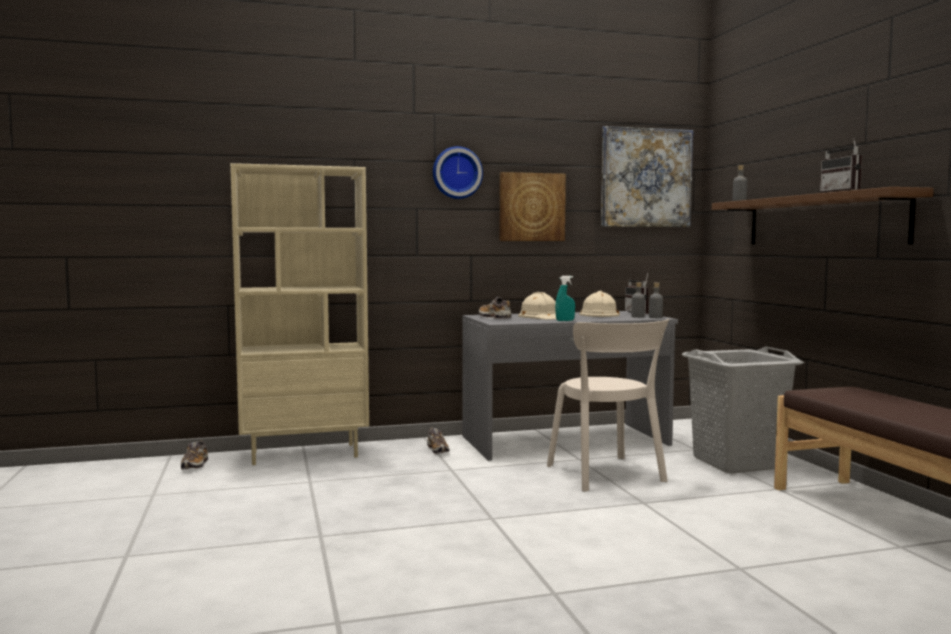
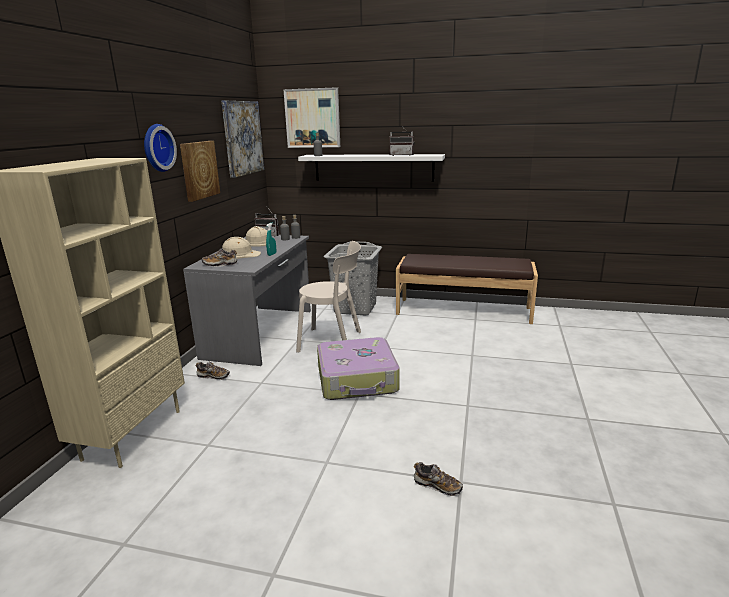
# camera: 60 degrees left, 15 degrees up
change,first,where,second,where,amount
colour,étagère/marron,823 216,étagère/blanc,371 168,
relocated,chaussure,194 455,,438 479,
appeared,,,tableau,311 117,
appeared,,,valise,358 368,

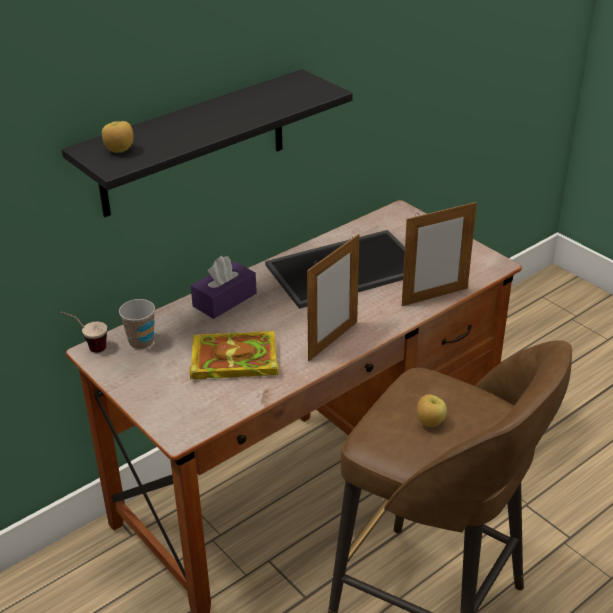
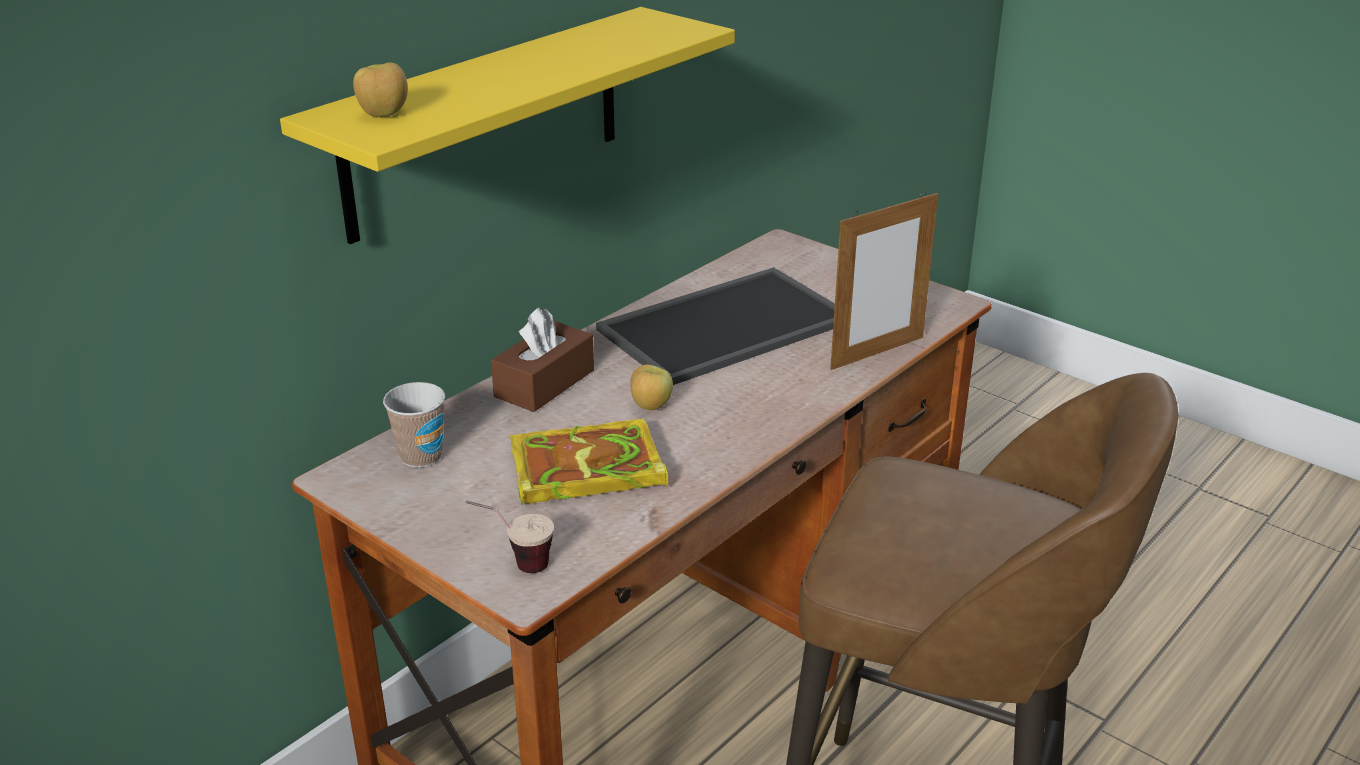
# camera: 10 degrees left, 5 degrees down
change,first,where,second,where,amount
colour,étagère/noir,207 143,étagère/jaune,507 125,
missing,cadre photo,333 297,,,
colour,boîte à mouchoirs/violet,224 287,boîte à mouchoirs/marron,542 359,
relocated,tasse,84 332,,509 537,
relocated,pomme,432 411,,651 387,

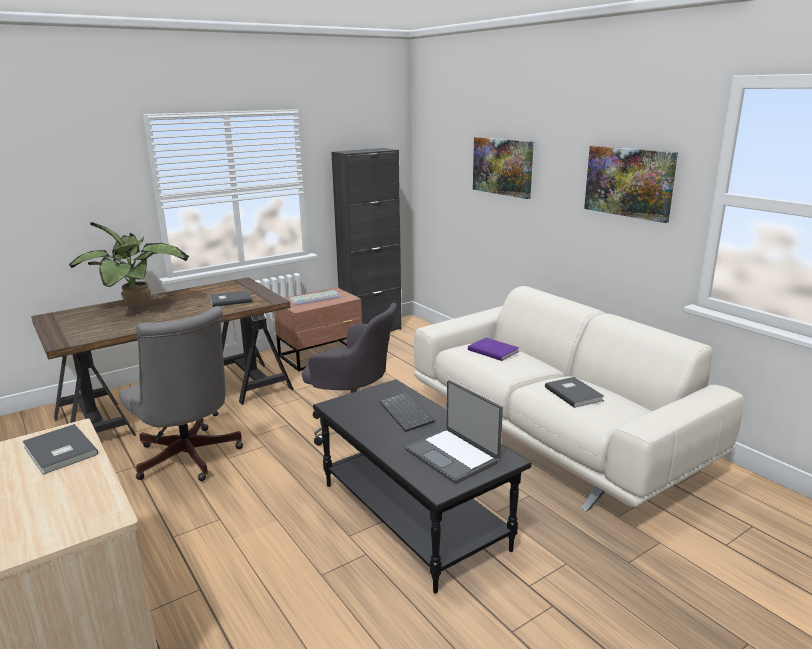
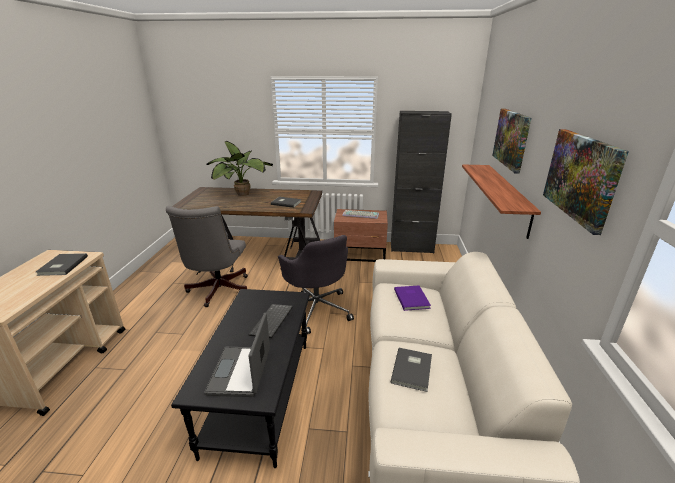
# camera: 40 degrees right, 5 degrees up
change,first,where,second,where,amount
appeared,,,étagère,501 201,

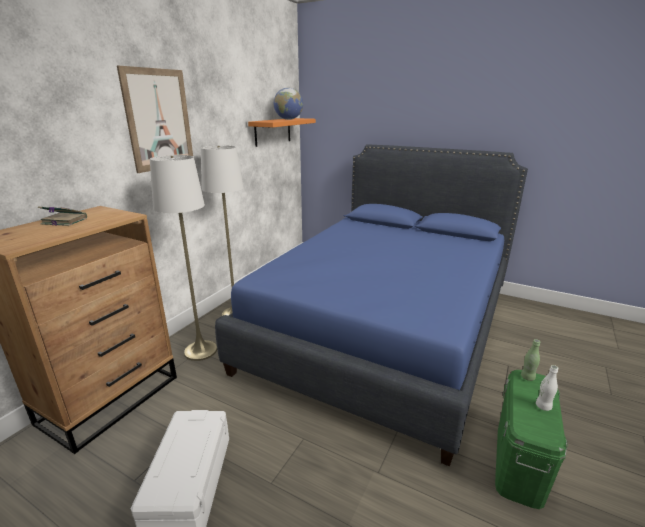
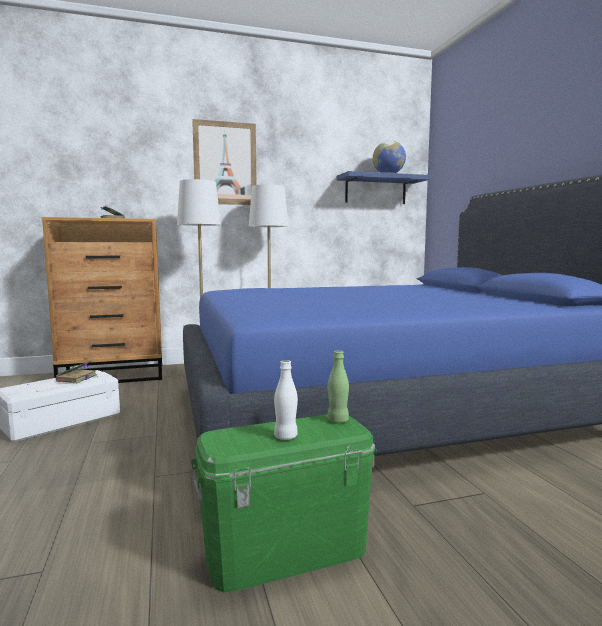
# camera: 45 degrees right, 15 degrees down
change,first,where,second,where,amount
colour,étagère/orange,282 132,étagère/bleu,383 187,
appeared,,,livre,76 371,

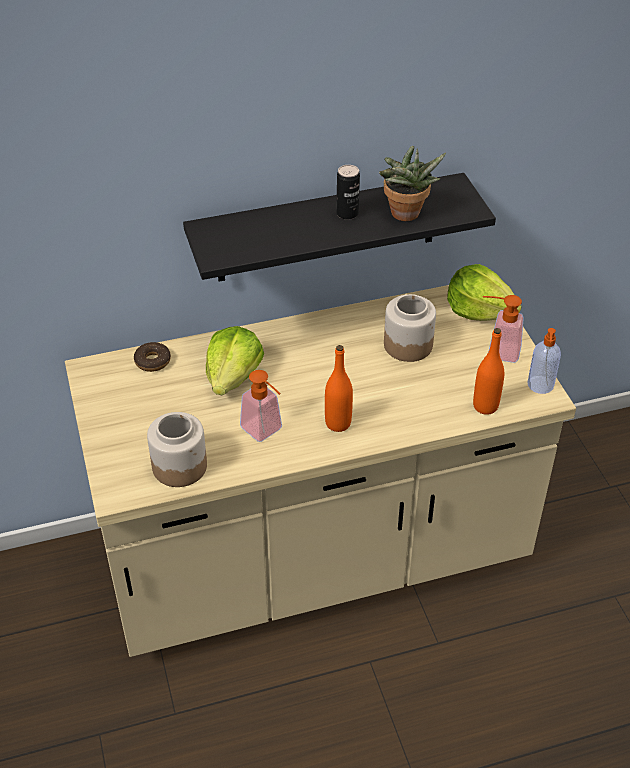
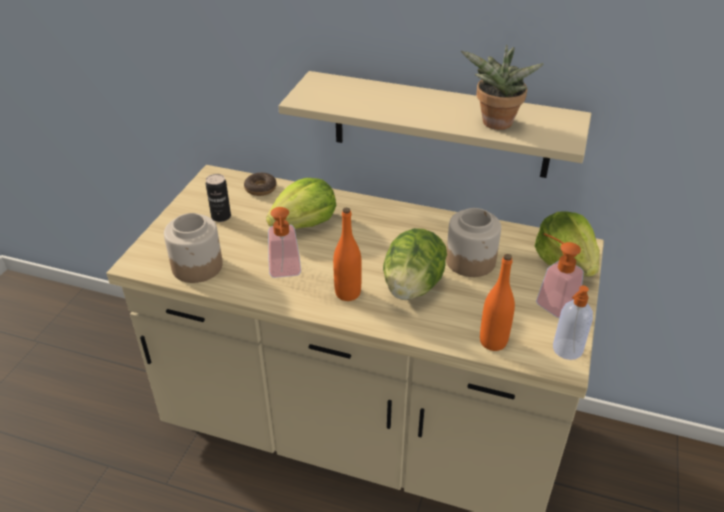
# camera: 35 degrees right, 5 degrees down
change,first,where,second,where,amount
relocated,boîte métallique,348 192,,218 198,
colour,étagère/noir,339 227,étagère/beige,435 124,
appeared,,,laitue,415 264,

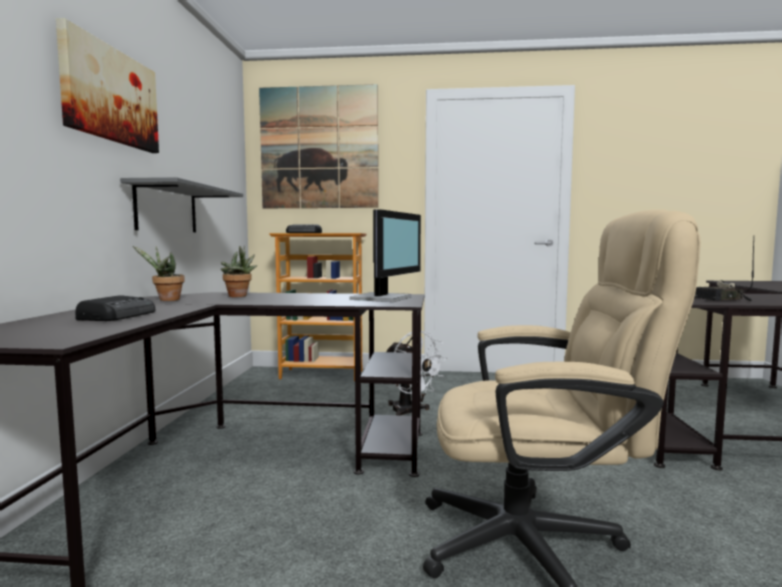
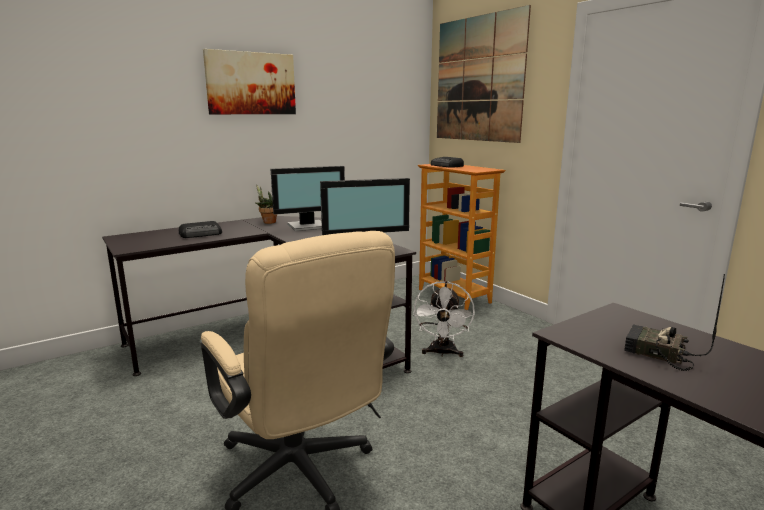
# camera: 50 degrees right, 10 degrees up
change,first,where,second,where,amount
missing,étagère/gris,181 204,,,
exchanged,plante en pot,239 271,écran d'ordinateur,308 198,

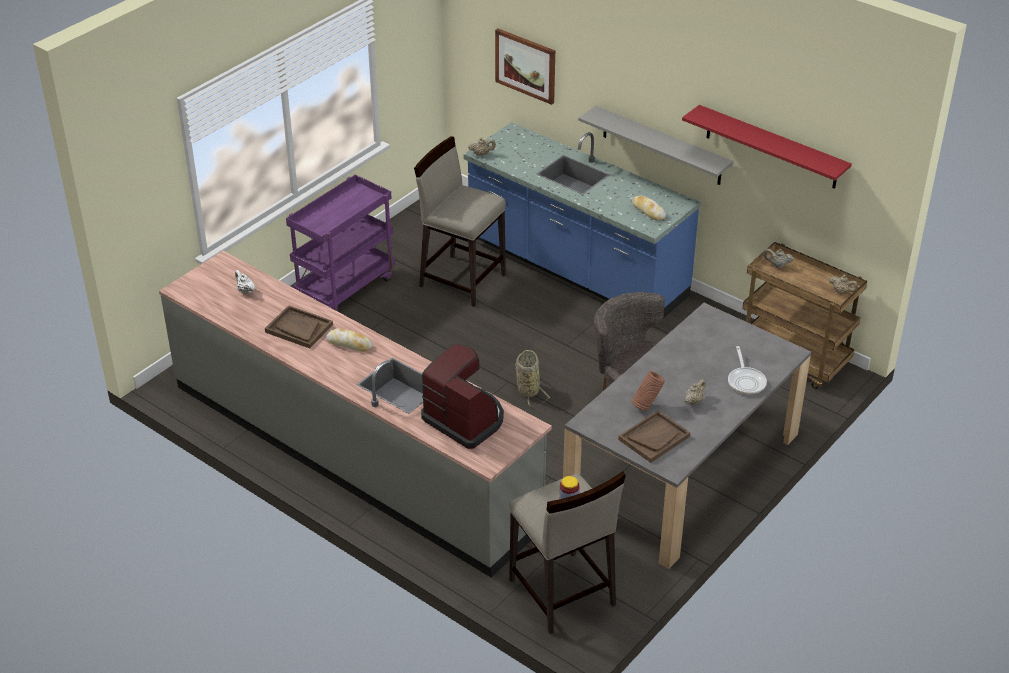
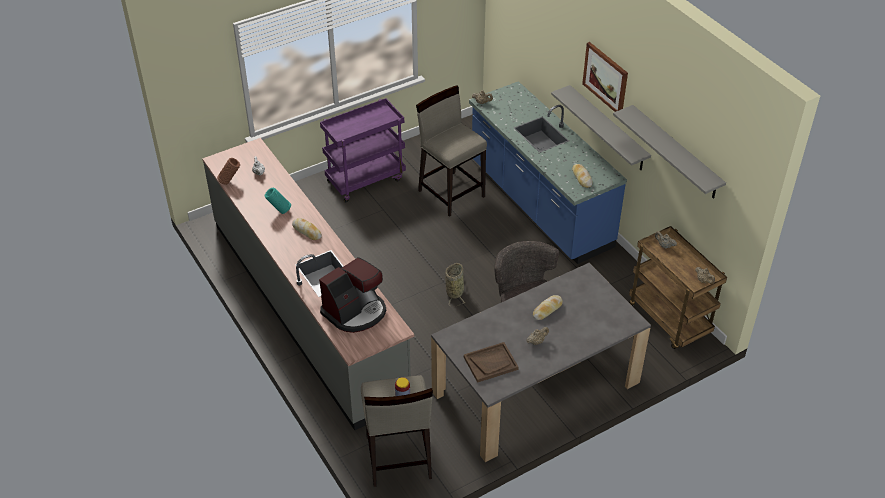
# camera: 20 degrees right, 5 degrees up
change,first,where,second,where,amount
relocated,tableau,525 66,,605 77,
colour,étagère/rouge,767 147,étagère/gris,669 152,
exchanged,plateau/marron,299 326,vase/turquoise,278 201,
spun,machine à café,462 396,,352 295,75 degrees clockwise
missing,poêle,747 370,,,
relocated,vase/marron,648 391,,228 171,
appeared,,,pain,548 307,

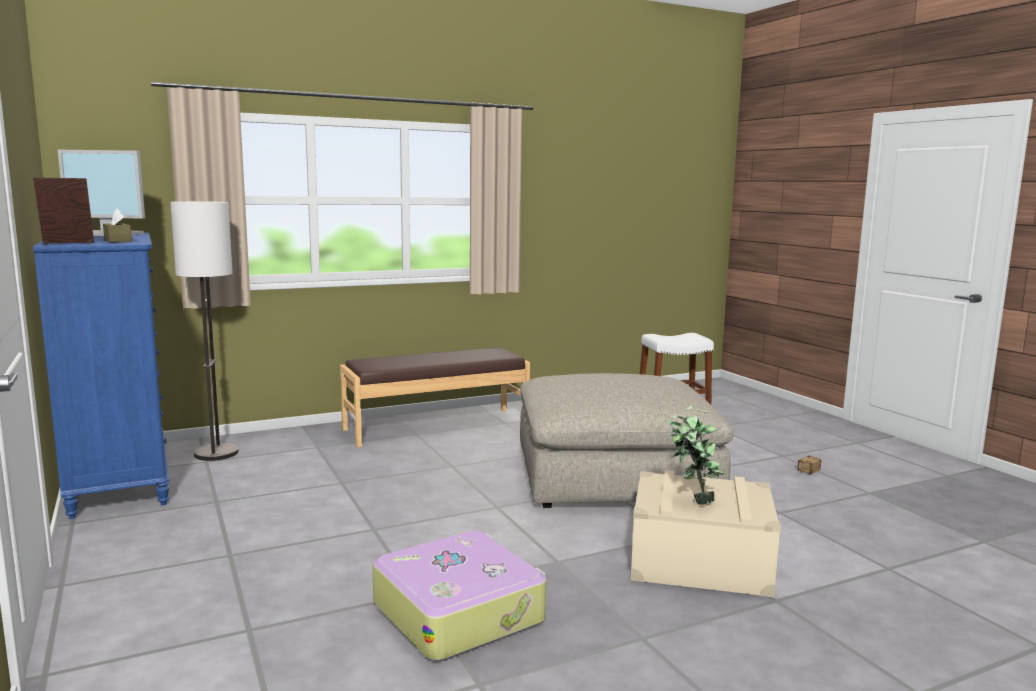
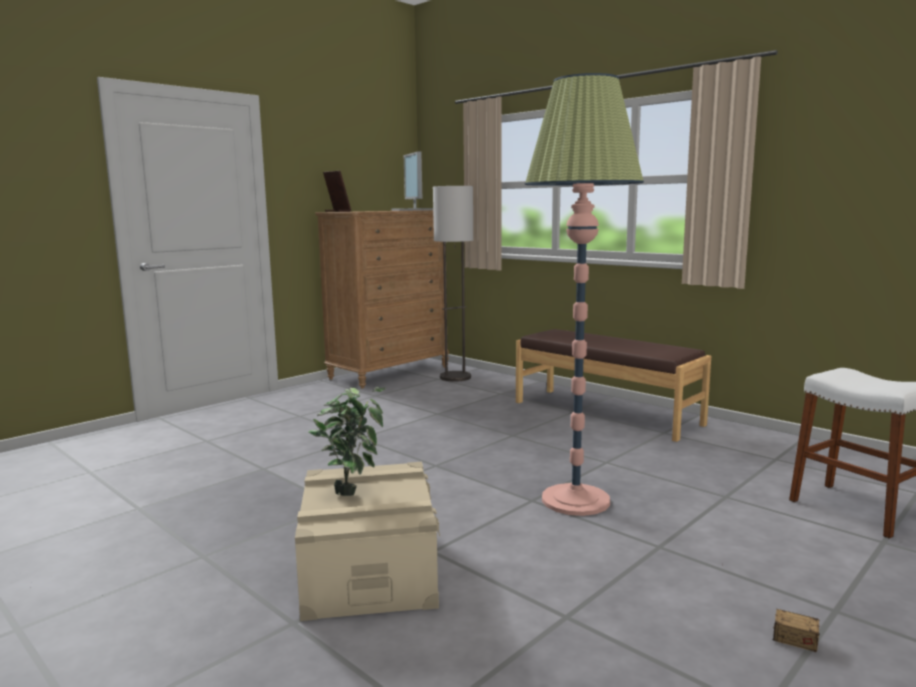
# camera: 70 degrees right, 0 degrees up
change,first,where,second,where,amount
missing,boîte à mouchoirs/marron,117 225,,,
colour,commode/bleu,101 376,commode/marron,382 299,
exchanged,pouf/beige,626 440,lampadaire,584 294,
missing,valise,459 596,,,

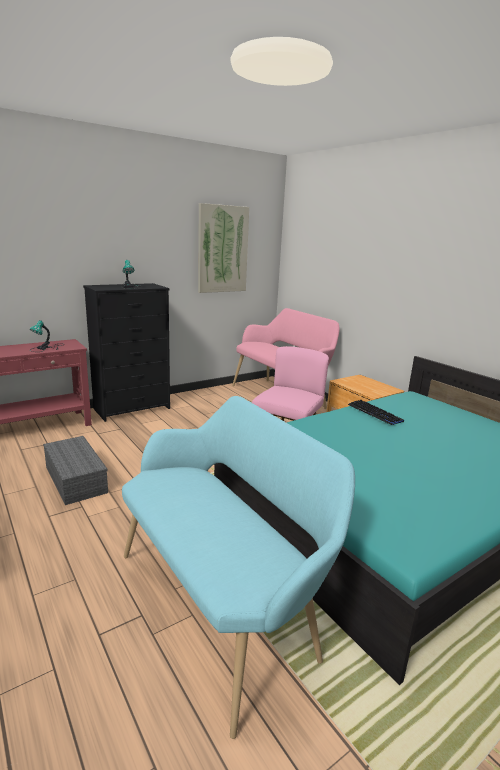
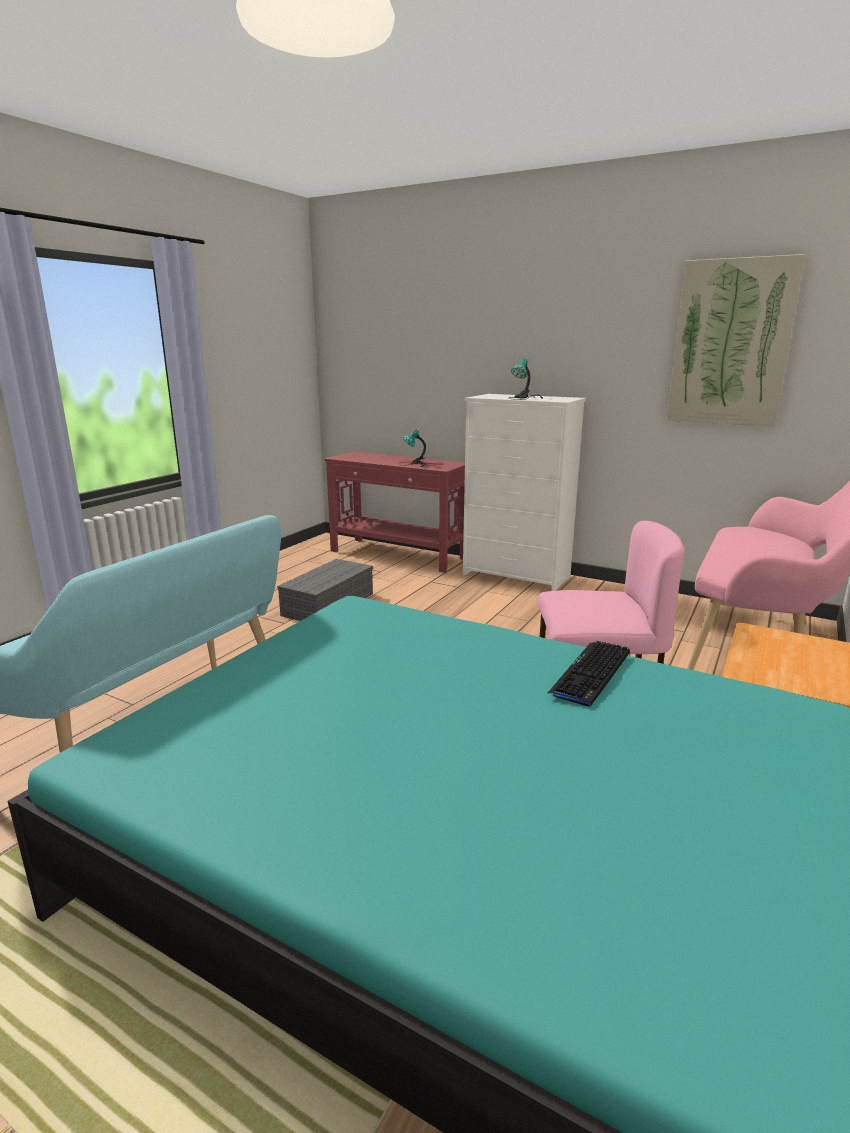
# camera: 65 degrees right, 0 degrees up
change,first,where,second,where,amount
colour,commode/noir,126 352,commode/blanc,524 492,

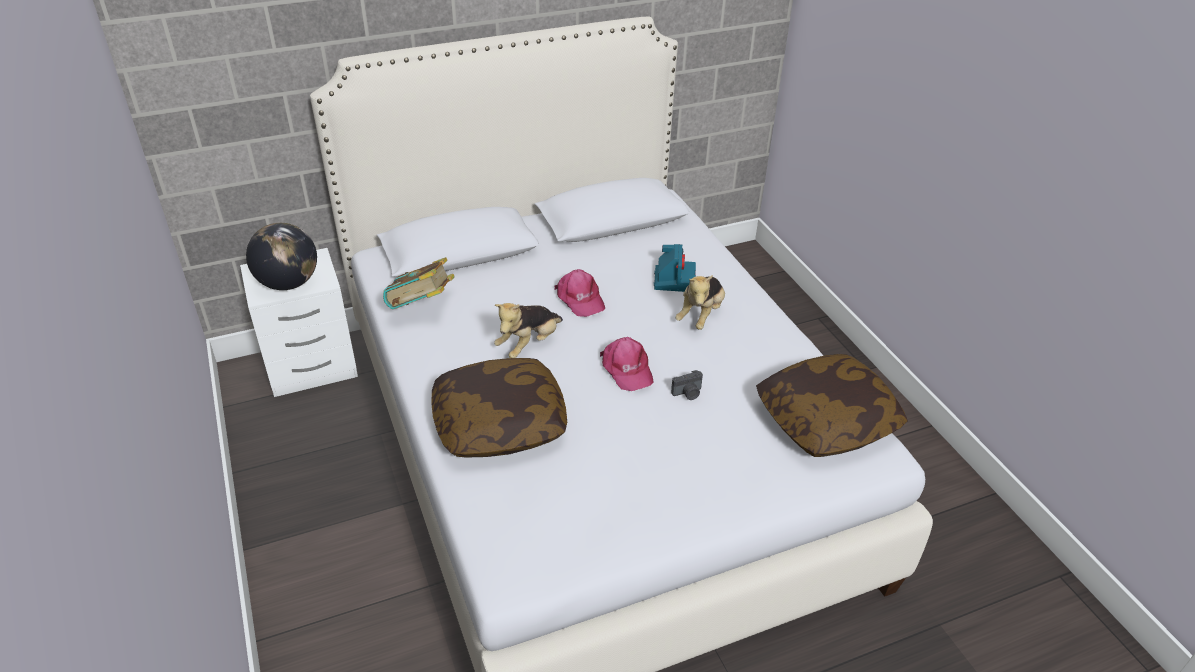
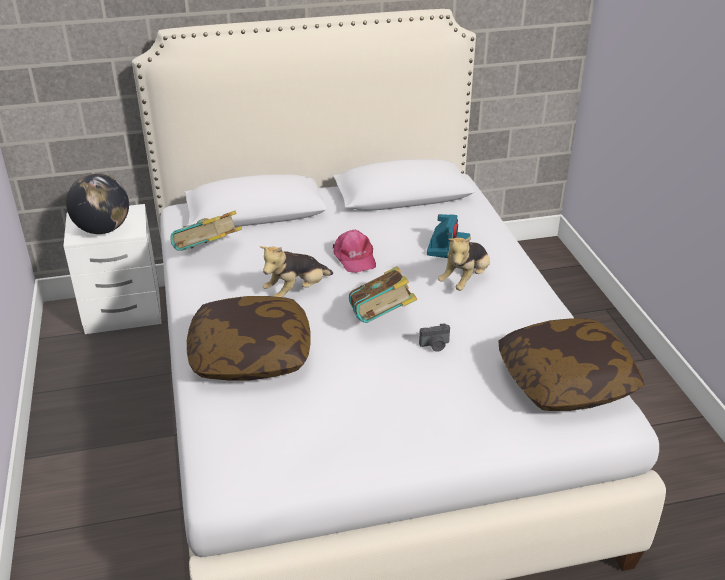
# camera: 10 degrees right, 5 degrees down
change,first,where,second,where,amount
exchanged,casquette/rose,627 364,livre,383 294,

